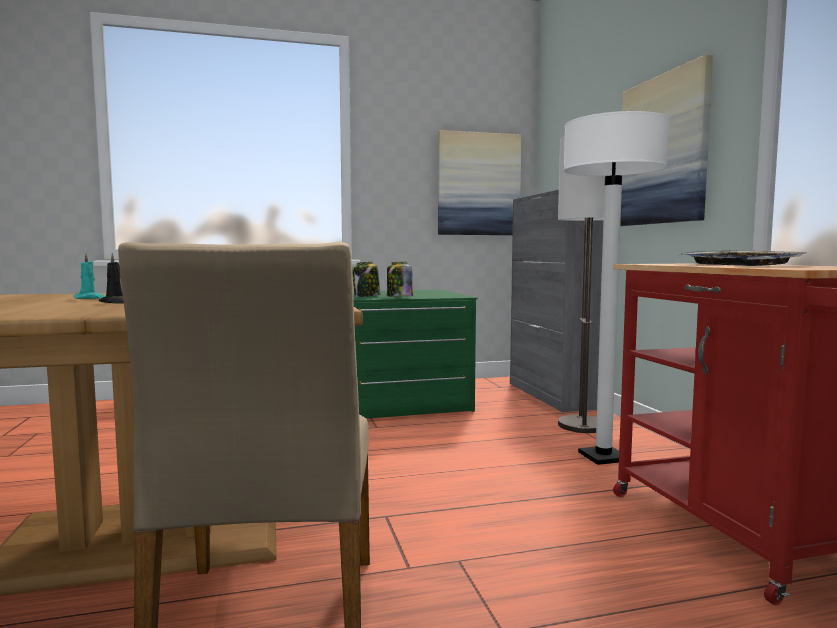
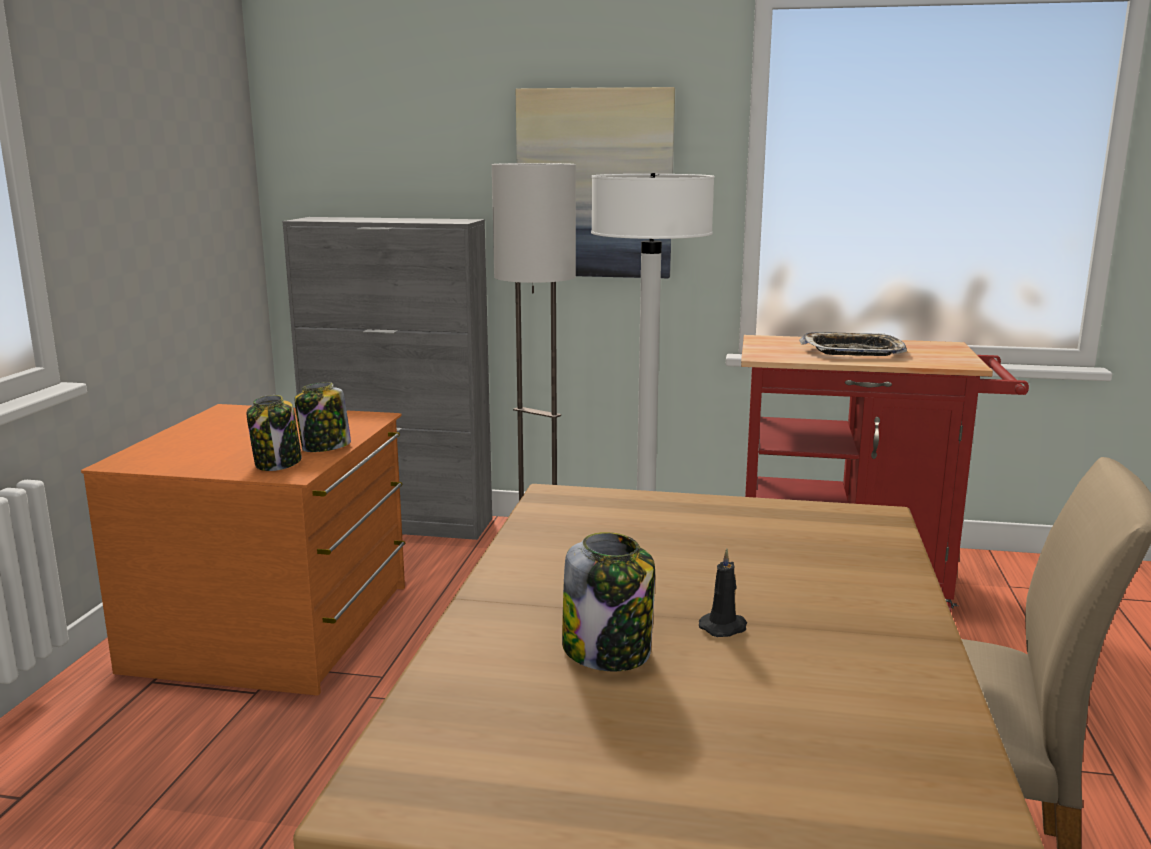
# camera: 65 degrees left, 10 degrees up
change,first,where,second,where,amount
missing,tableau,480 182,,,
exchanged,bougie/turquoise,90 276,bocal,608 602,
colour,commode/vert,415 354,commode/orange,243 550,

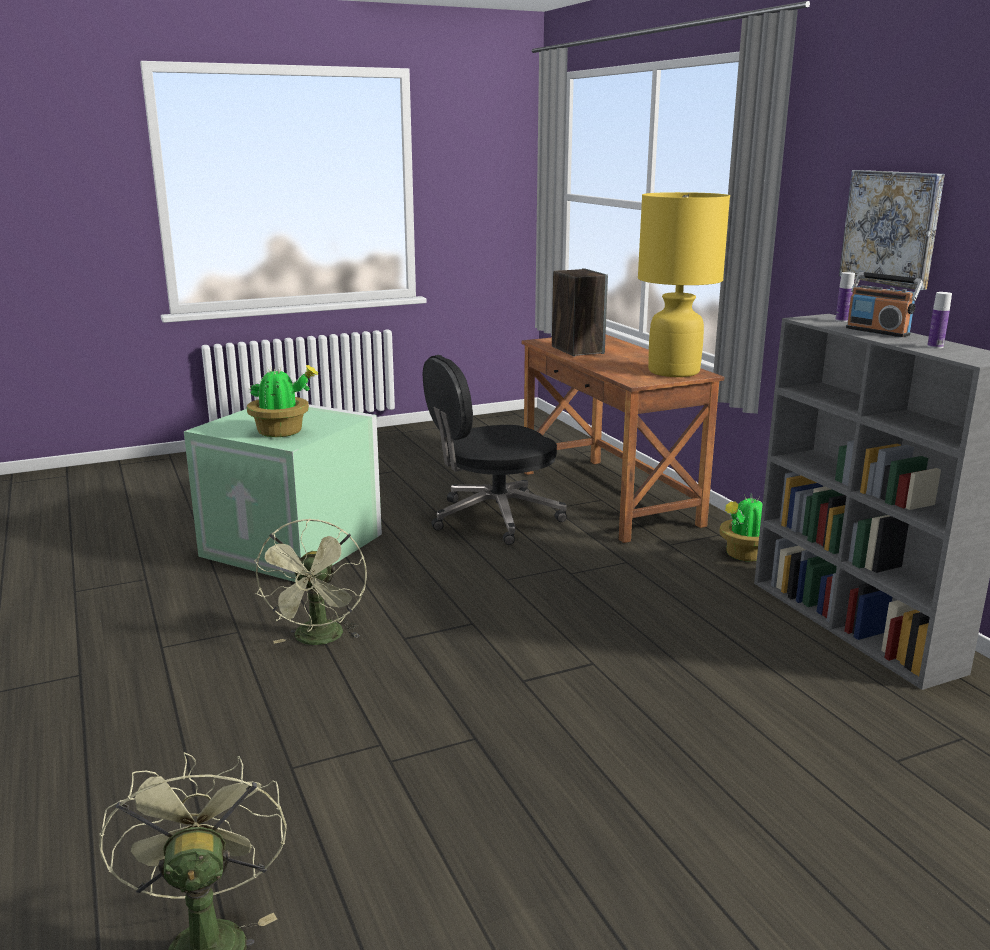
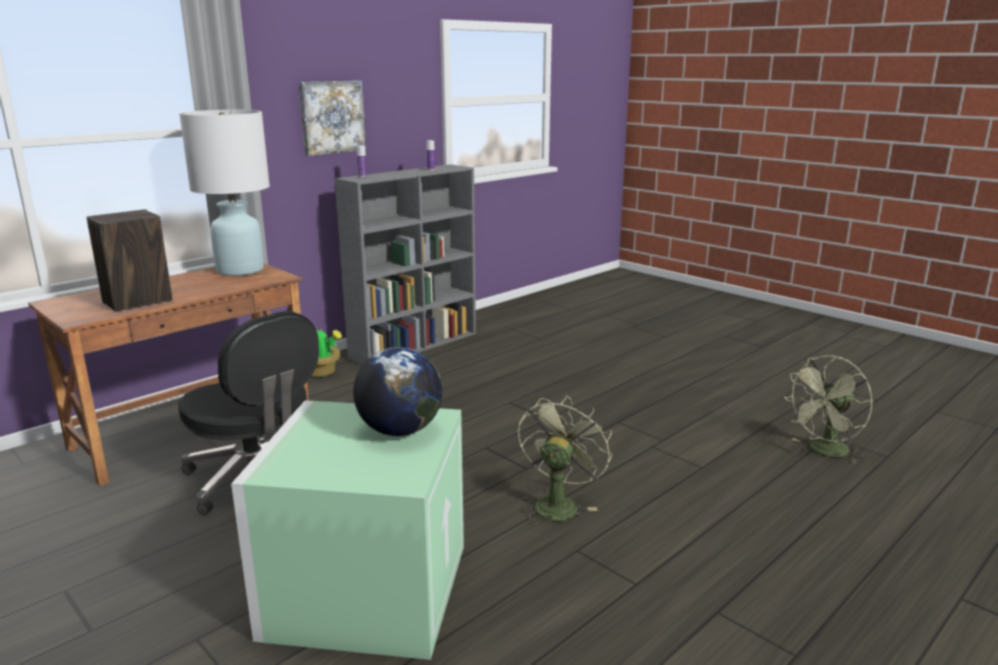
# camera: 110 degrees left, 0 degrees up
change,first,where,second,where,amount
colour,lampe de table/jaune,684 284,lampe de table/blanc,224 193,
missing,radio,884 304,,,
exchanged,plante en pot,283 401,globe,397 391,
spun,ventilateur/vert,310 581,,565 460,45 degrees counterclockwise

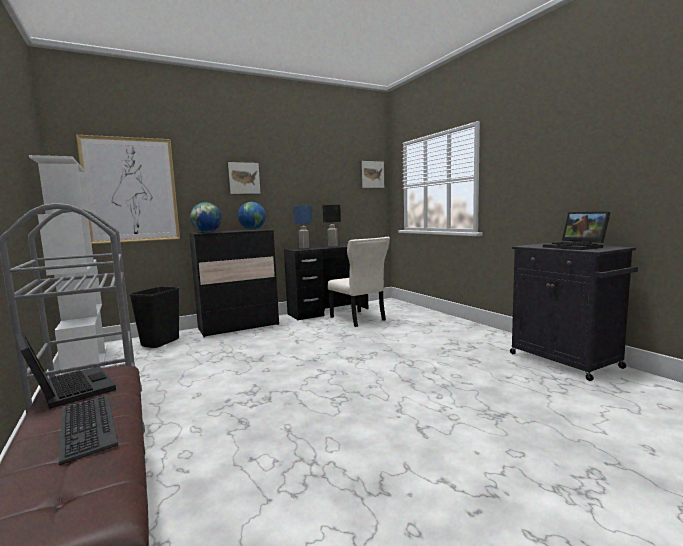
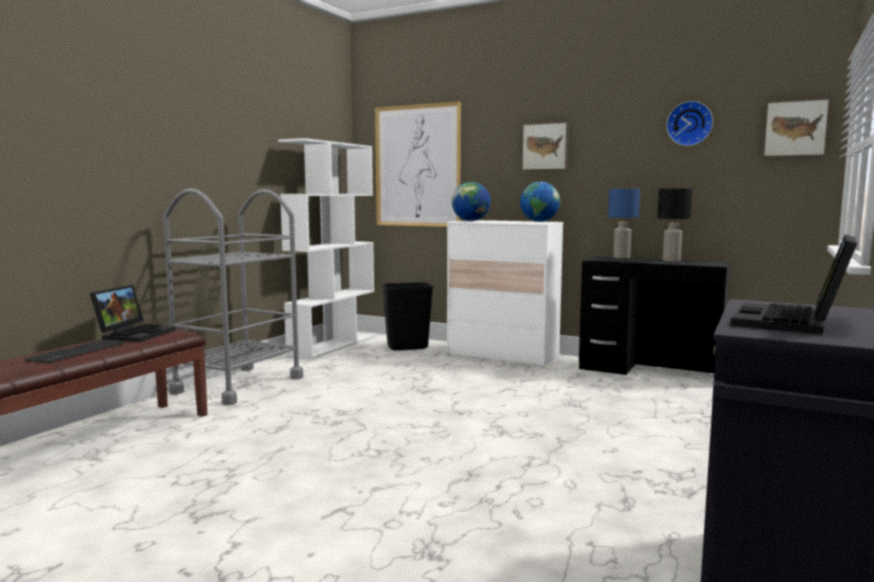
# camera: 55 degrees right, 0 degrees up
change,first,where,second,where,amount
colour,commode/noir,234 283,commode/blanc,505 293,
missing,chaise/beige,359 282,,,
appeared,,,horloge murale,689 123,

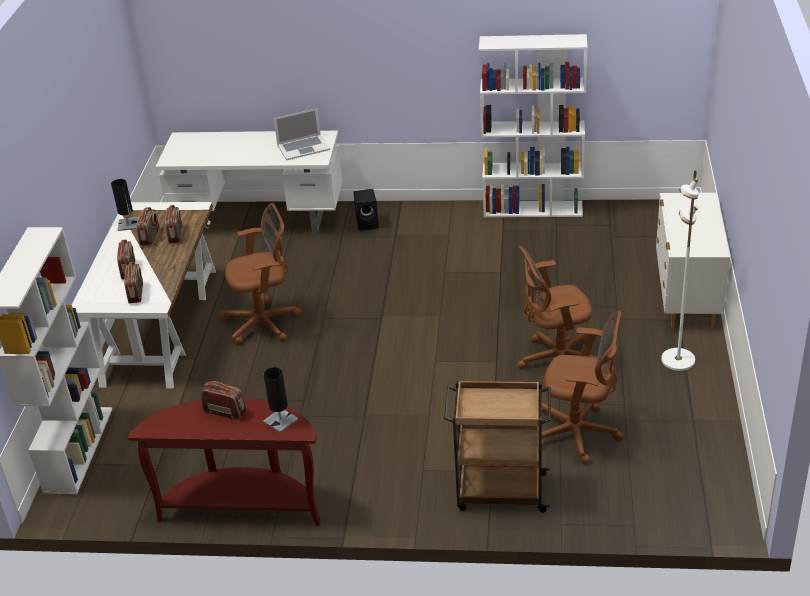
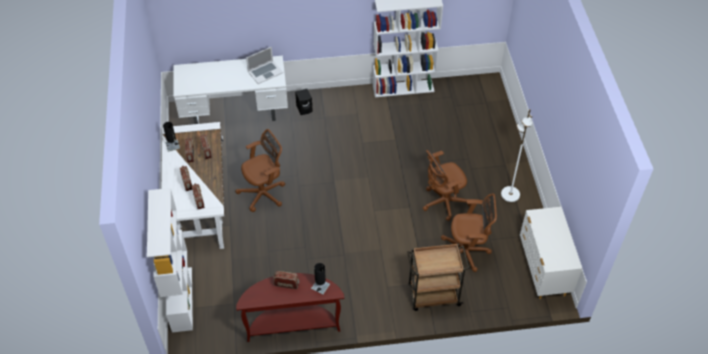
# camera: 15 degrees left, 15 degrees up
change,first,where,second,where,amount
relocated,commode/blanc,693 260,,551 253,

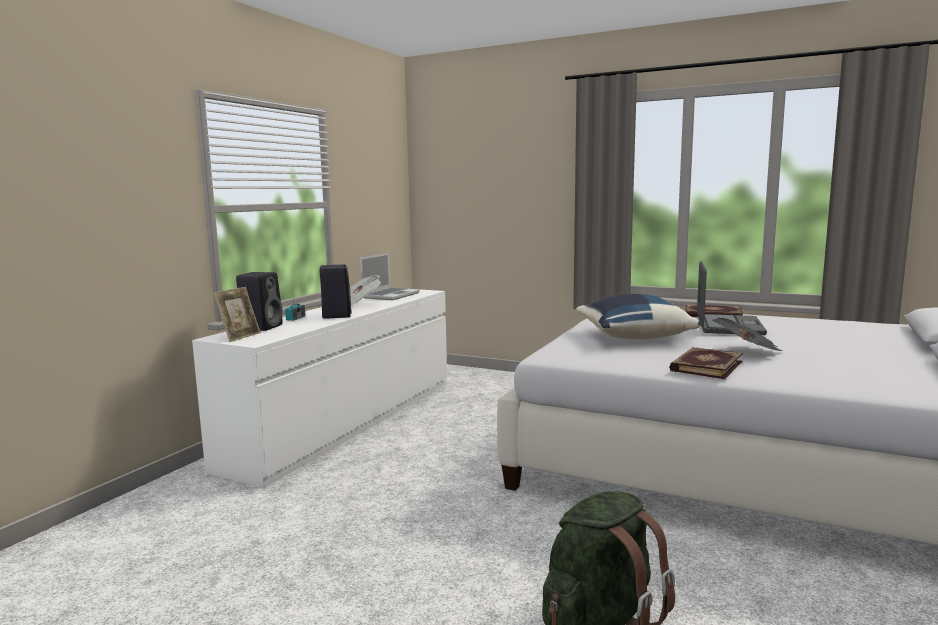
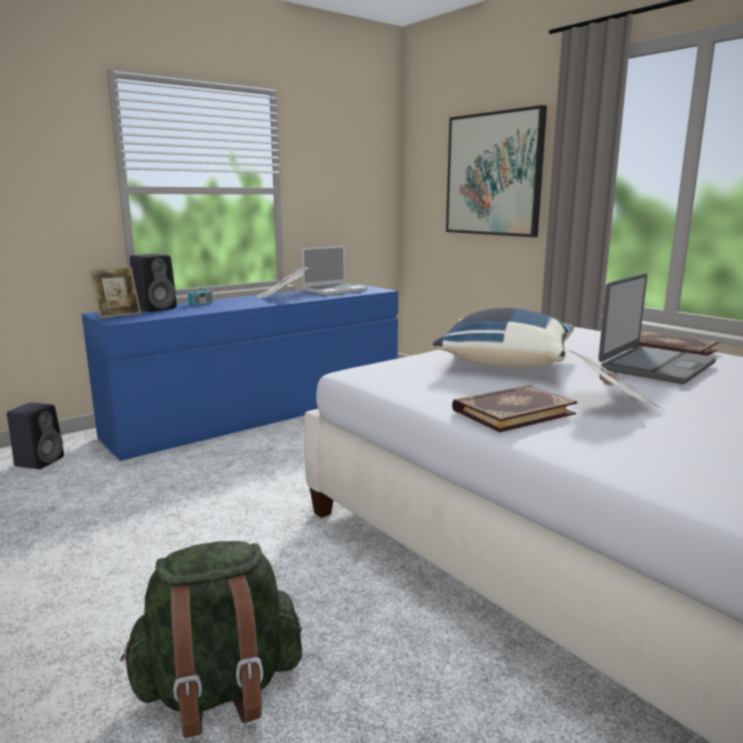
# camera: 25 degrees right, 5 degrees up
change,first,where,second,where,amount
relocated,enceinte/noir,335 291,,35 435,
colour,commode/blanc,319 388,commode/bleu,240 372,
appeared,,,tableau,496 171,

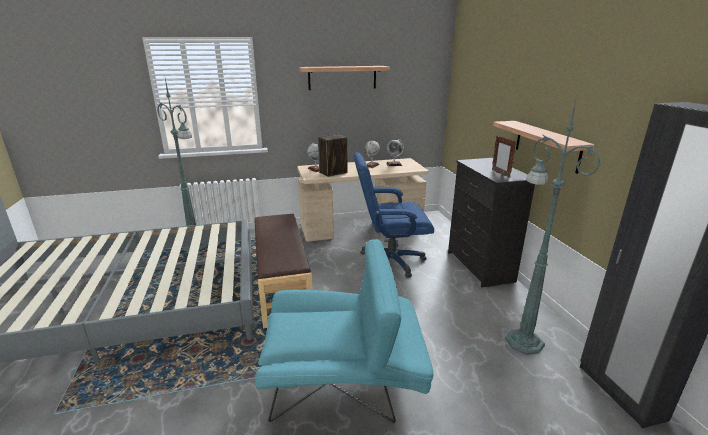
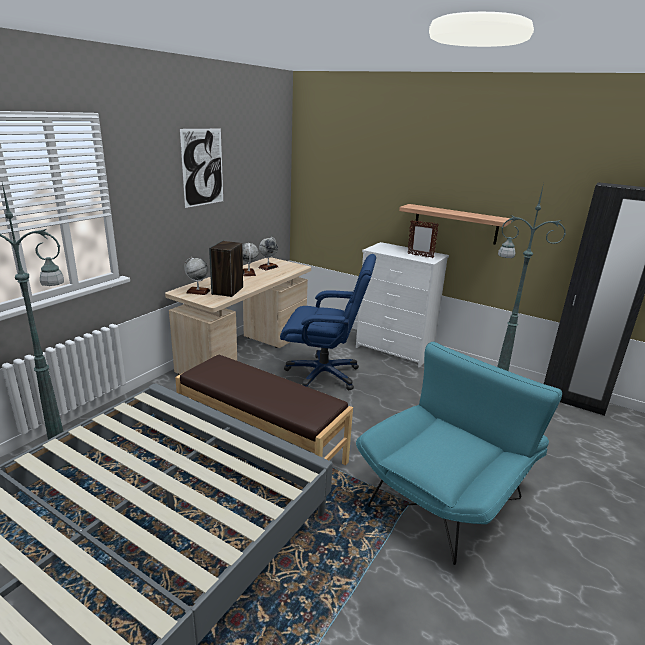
# camera: 45 degrees left, 0 degrees up
change,first,where,second,where,amount
exchanged,étagère,344 78,tableau,201 168,
spun,chaise de bureau/bleu,394 215,,328 322,120 degrees counterclockwise
colour,commode/noir,491 223,commode/blanc,402 305,

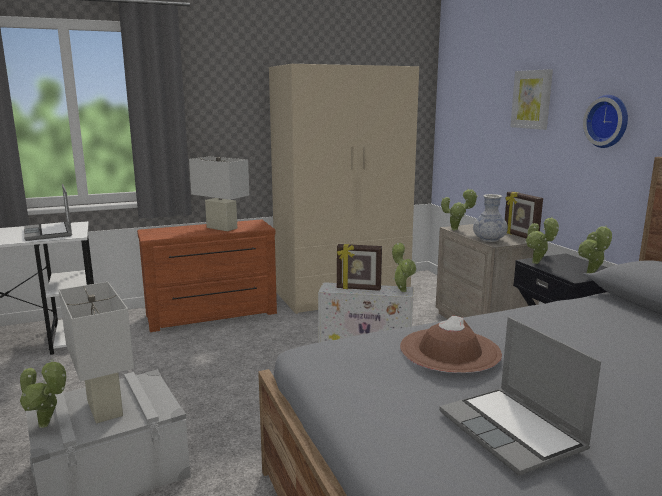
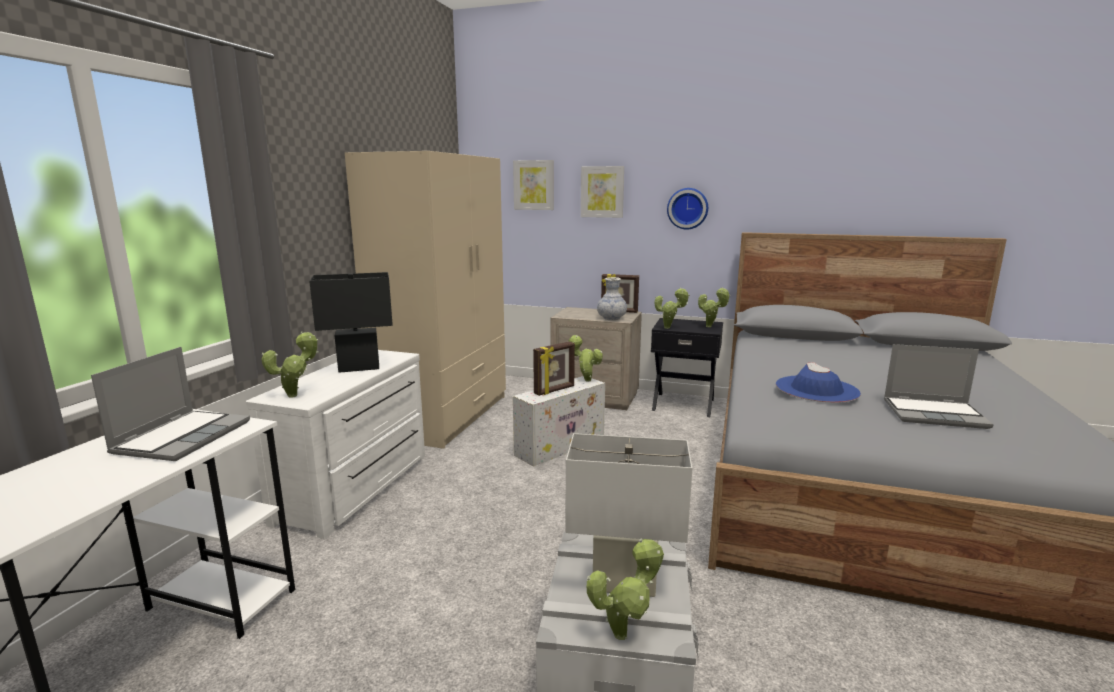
# camera: 50 degrees left, 0 degrees up
change,first,where,second,where,amount
colour,lampe de table/blanc,219 194,lampe de table/noir,351 322,
spun,ordinateur portable,48 212,,170 404,90 degrees counterclockwise
relocated,plante en pot,459 209,,290 364,
colour,commode/marron,207 275,commode/blanc,335 444,
colour,chapeau/marron,451 344,chapeau/bleu,818 382,
appeared,,,tableau,533 185,

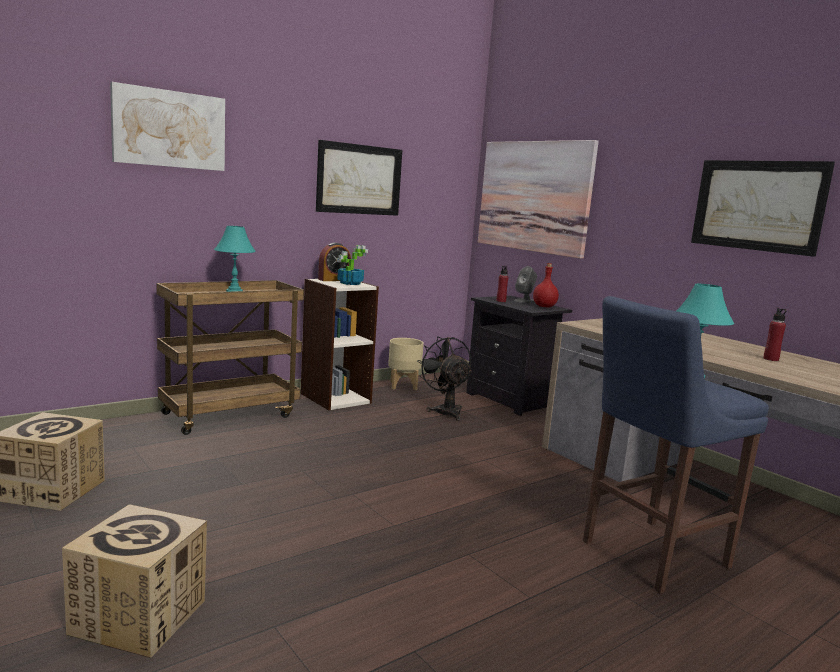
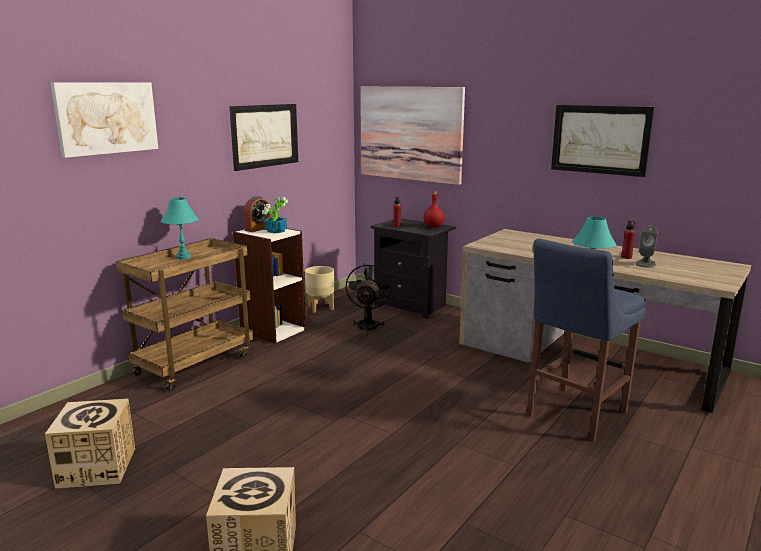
# camera: 15 degrees left, 5 degrees up
change,first,where,second,where,amount
relocated,enceinte/gris,525 284,,647 246,
spun,ventilateur/noir,445 378,,369 299,45 degrees clockwise

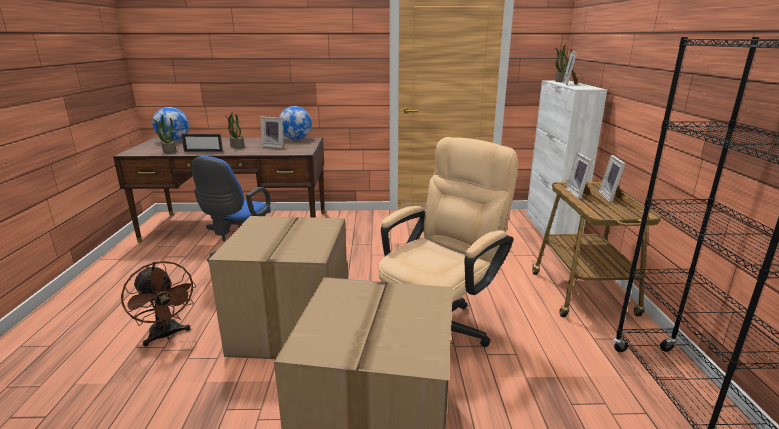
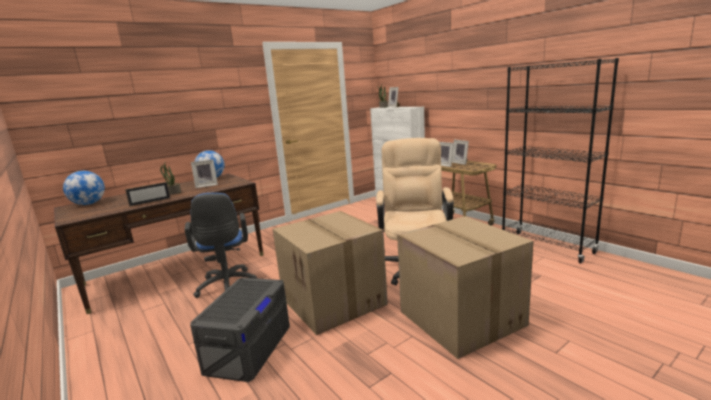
# camera: 35 degrees left, 5 degrees down
change,first,where,second,where,amount
missing,plante en pot,165 134,,,
exchanged,ventilateur/marron,158 304,boîte de rangement/gris,240 330,

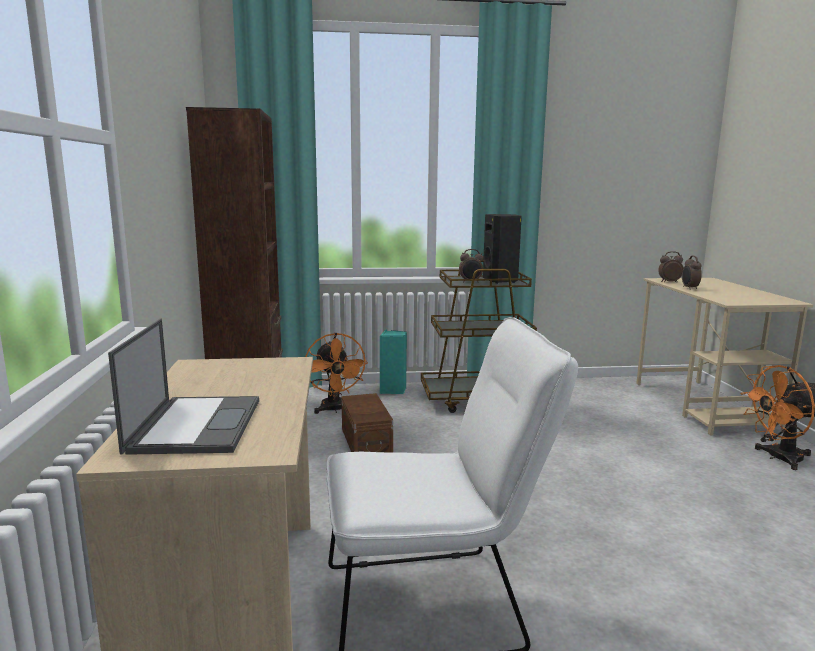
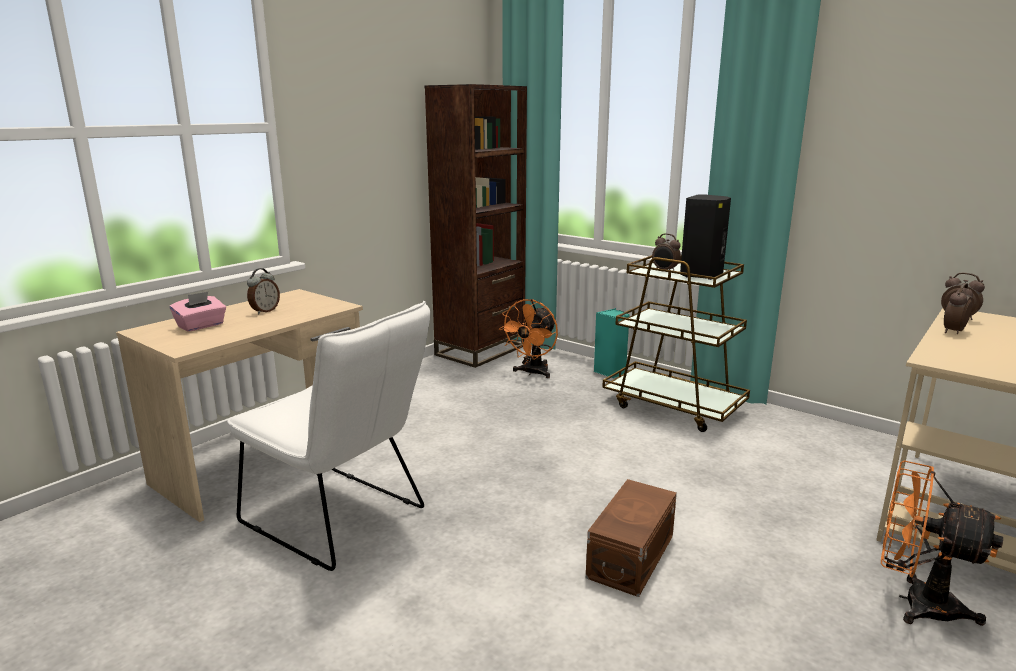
# camera: 45 degrees right, 5 degrees up
change,first,where,second,where,amount
exchanged,ordinateur portable,183 387,boîte à mouchoirs/rose,198 312,
relocated,boîte de rangement/marron,367 423,,631 538,
appeared,,,réveil,263 291,

